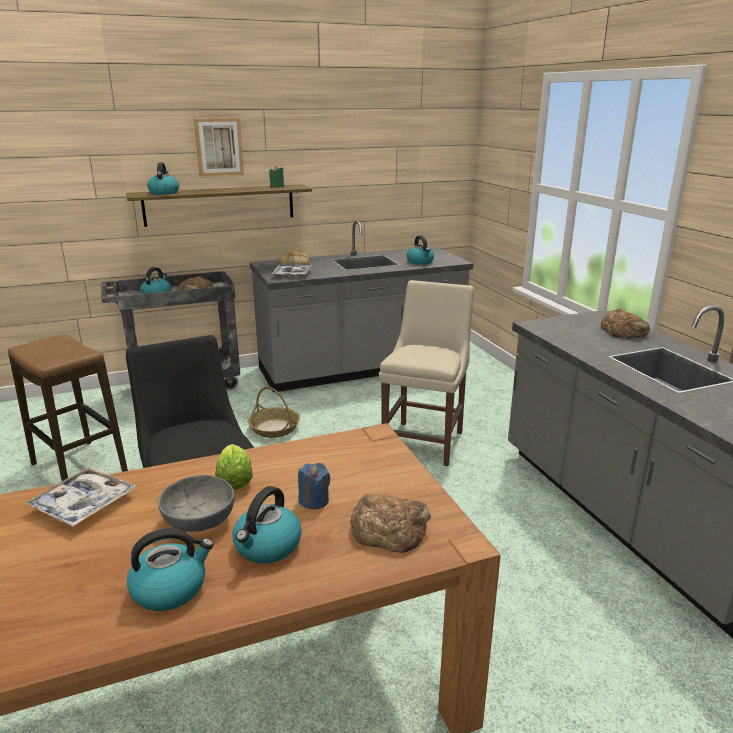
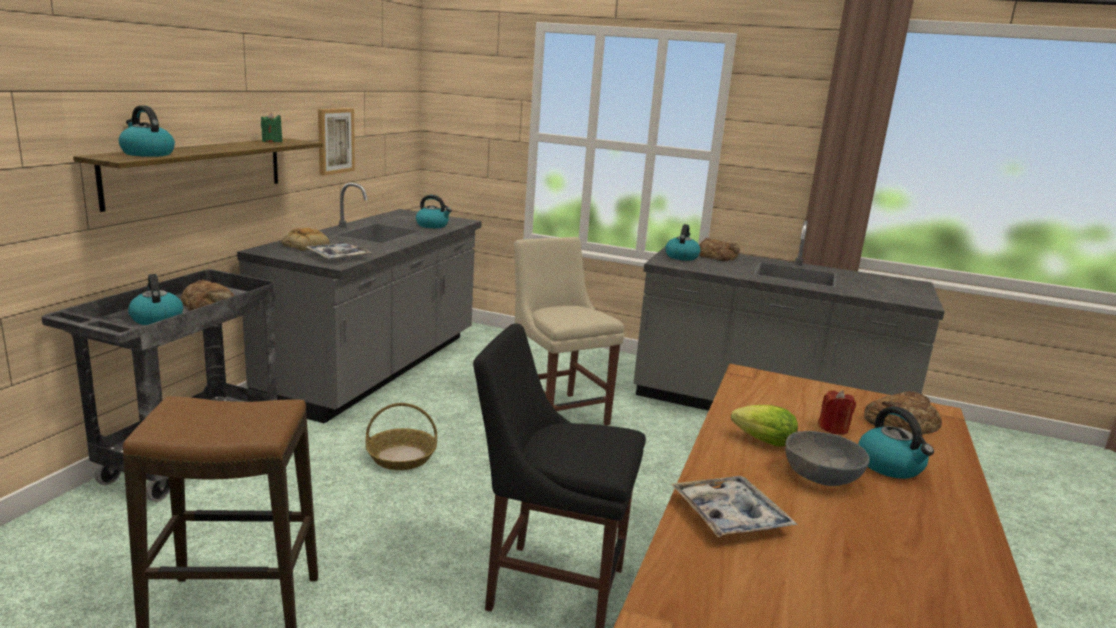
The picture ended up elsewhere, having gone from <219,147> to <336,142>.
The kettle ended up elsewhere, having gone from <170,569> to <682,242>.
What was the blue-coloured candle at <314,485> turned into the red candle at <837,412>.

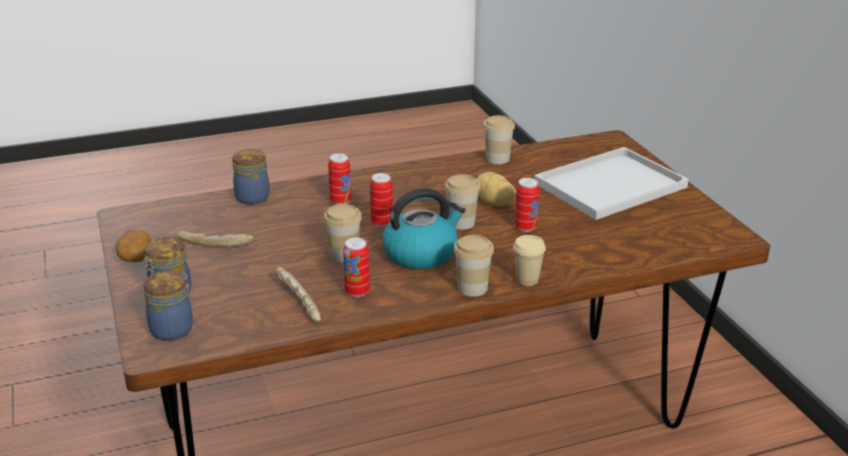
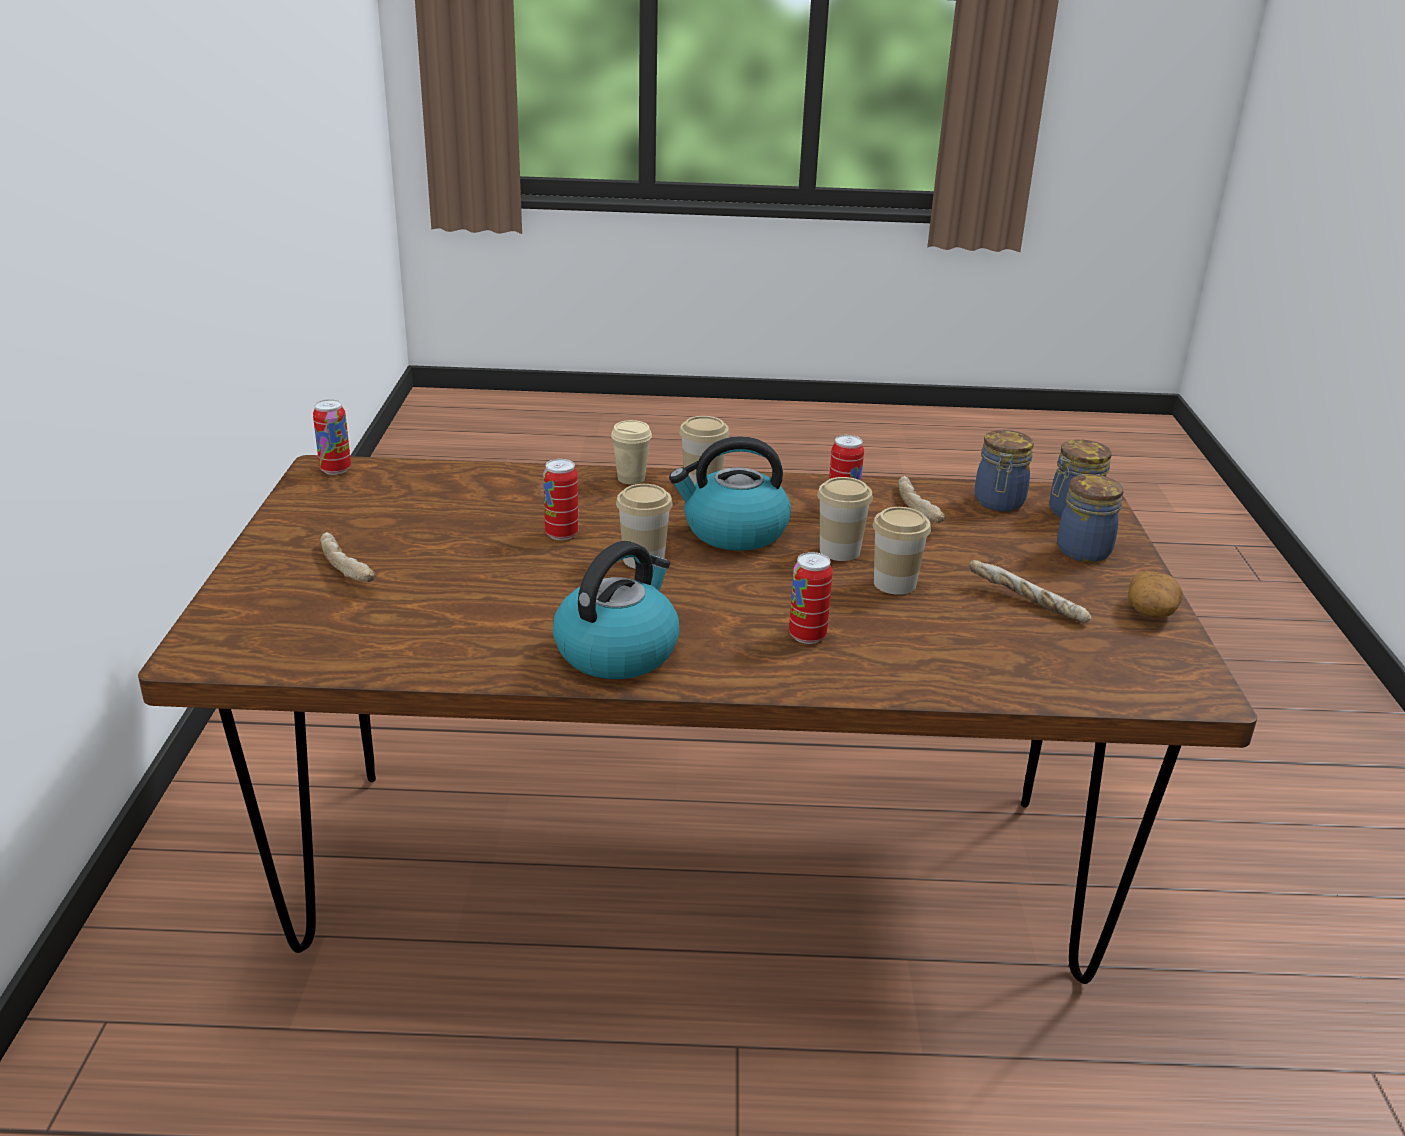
The metal can ended up elsewhere, having gone from <381,200> to <332,437>.
Where the whitish carrying tray stood at <611,183>, the baked bread came to stand at <348,557>.
The second view gained the kettle at <616,610>.
The cup ended up elsewhere, having gone from <499,139> to <902,551>.
The preserve jar ended up elsewhere, having gone from <251,177> to <1004,471>.
The second view lost the spud at <496,189>.

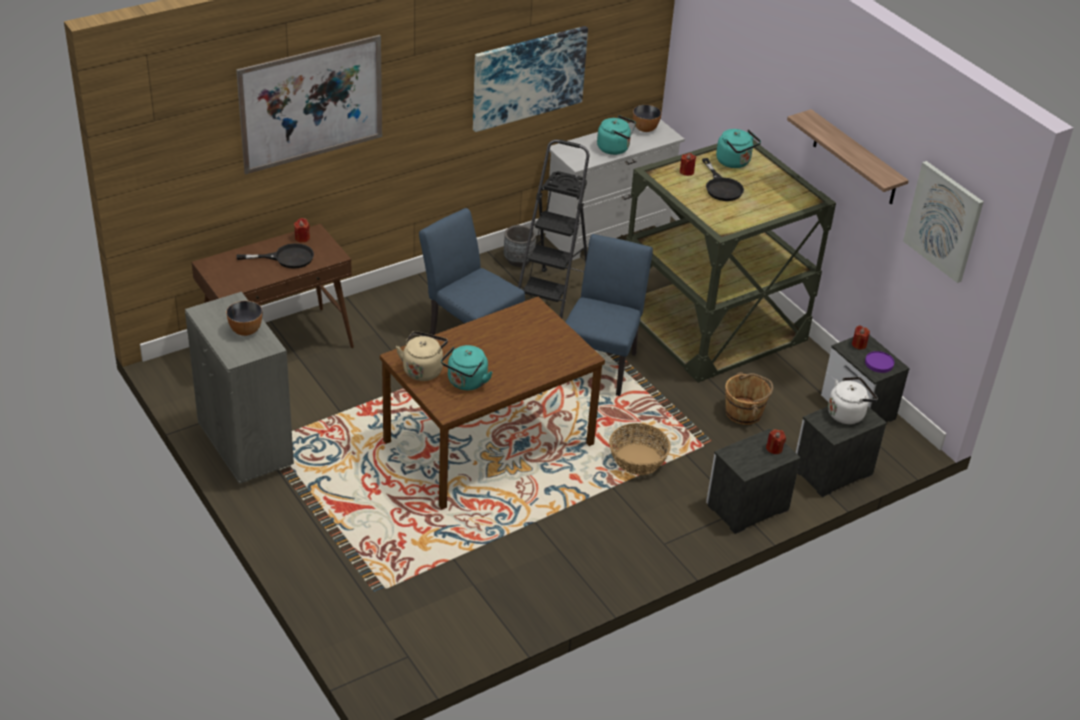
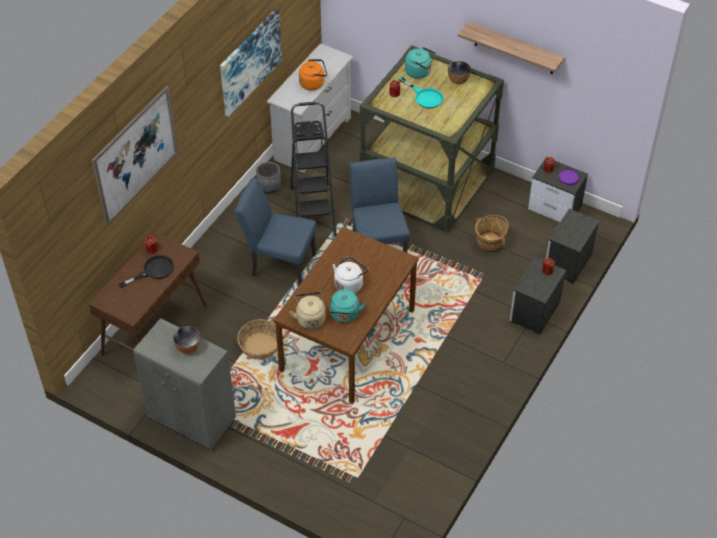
The basket ended up elsewhere, having gone from <640,449> to <257,339>.
What was the blue-green kettle at <616,135> turned into the orange kettle at <313,75>.
The whitish kettle ended up elsewhere, having gone from <853,400> to <350,274>.
What was the black frying pan at <723,179> turned into the blue-green frying pan at <421,93>.
The bowl ended up elsewhere, having gone from <647,118> to <459,72>.
The second view lost the picture at <943,222>.

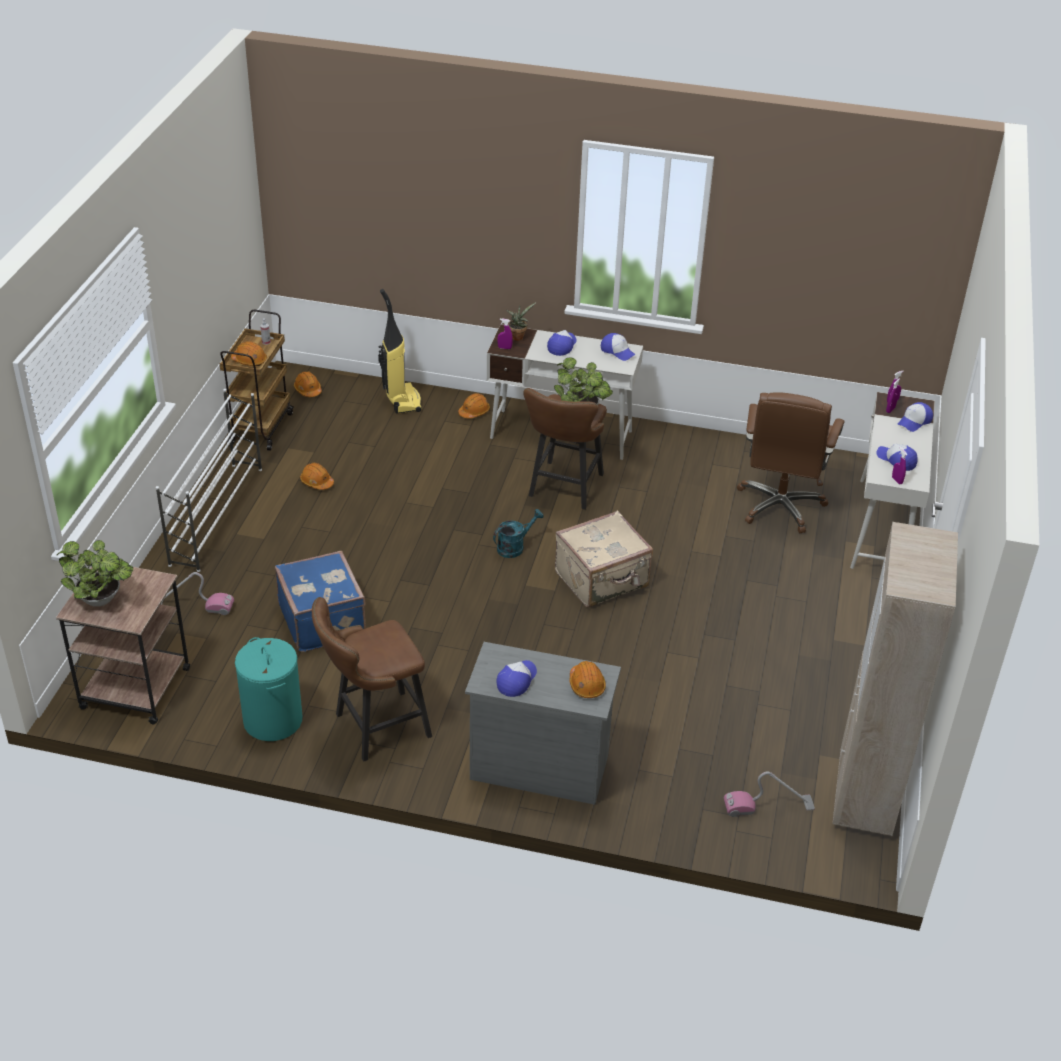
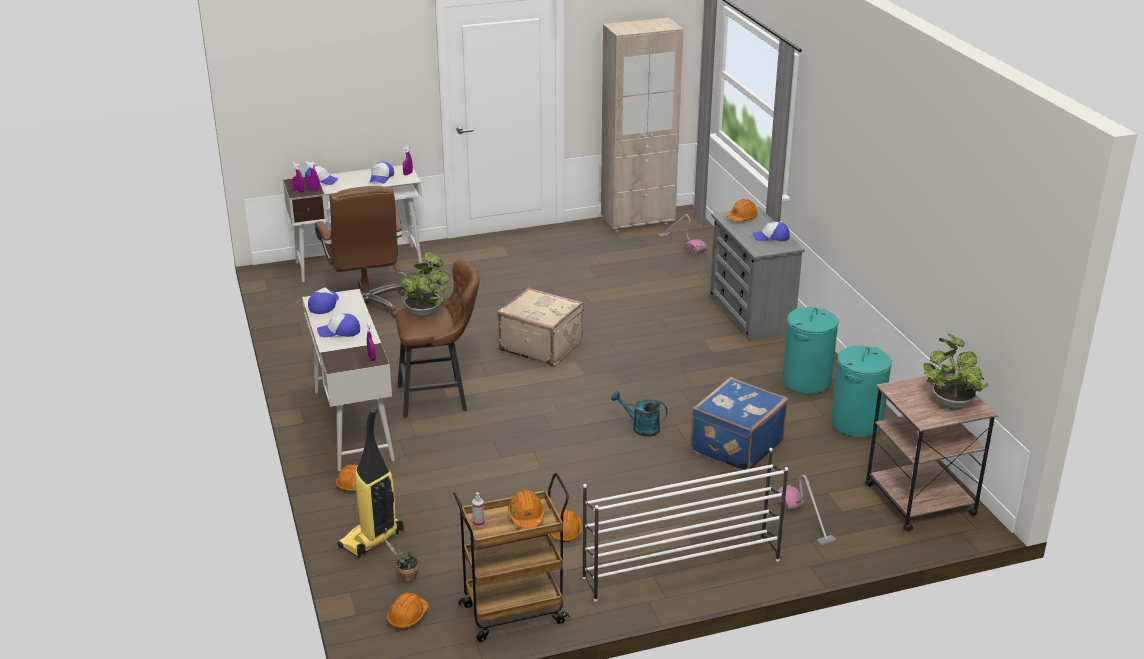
The brown computer chair at <790,462> ended up facing another way, 90 degrees clockwise from before.
The plant in a pot ended up elsewhere, having gone from <521,322> to <401,559>.
The blue-green watering pot ended up elsewhere, having gone from <518,533> to <639,414>.
Where the brown sitting stool stood at <372,679>, the blue-green hamper came to stand at <810,350>.

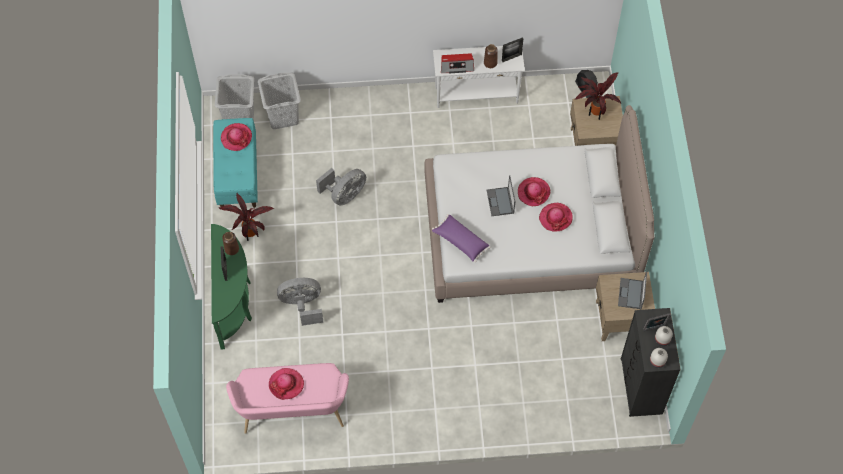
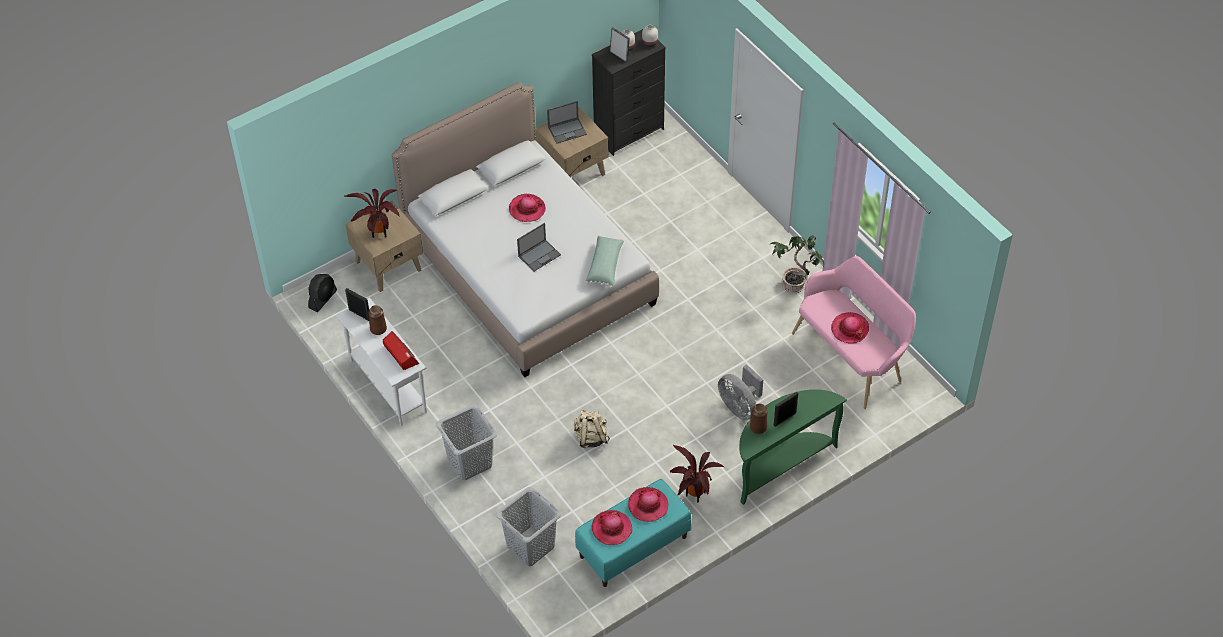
The greyish hamper ended up elsewhere, having gone from <234,97> to <466,442>.
Where the greyish cooling fan stood at <341,187>, the beige-coloured knapsack came to stand at <592,429>.
What was the purple-coloured pillow at <461,238> turned into the greenish pillow at <605,261>.
The hat ended up elsewhere, having gone from <534,191> to <648,504>.
The second view gained the plant in a pot at <796,264>.

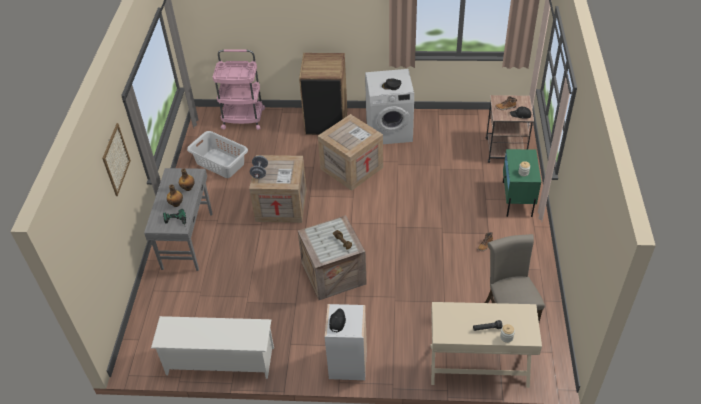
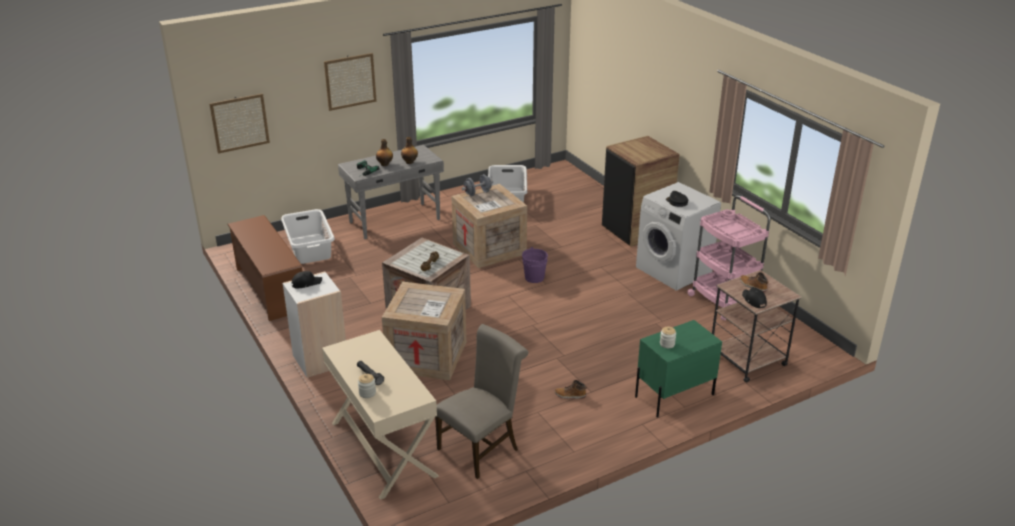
The second view gained the picture at <239,123>.
What was the whitish shoe shelf at <212,347> turned into the brown shoe shelf at <265,268>.
The second view gained the whitish hamper at <308,236>.
The packing crate ended up elsewhere, having gone from <350,152> to <424,331>.
The second view gained the purple-coloured water bucket at <535,265>.
The pink-coloured trolley ended up elsewhere, having gone from <239,89> to <728,258>.

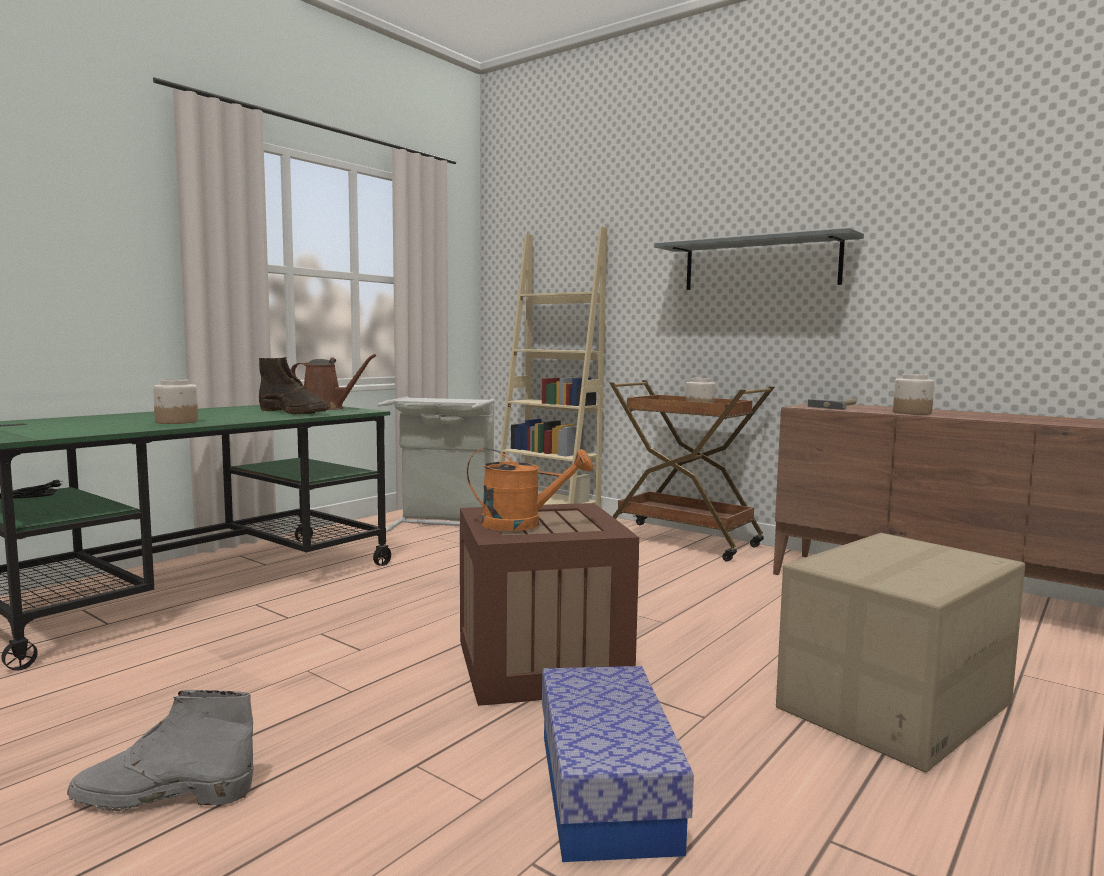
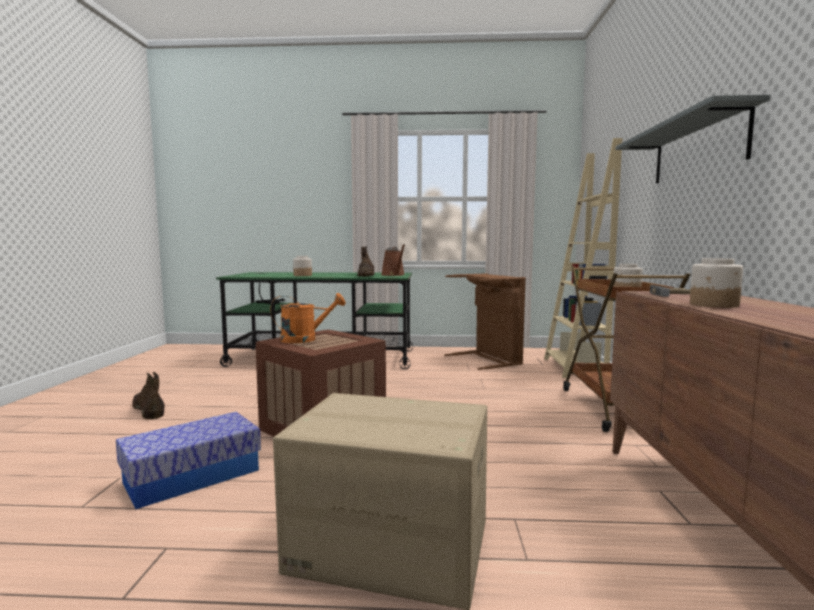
What was the greyish boot at <160,750> turned into the brown boot at <148,396>.
The orange watering pot at <530,489> ended up facing another way, 75 degrees counterclockwise from before.
What was the greyish hamper at <436,464> turned into the brown hamper at <485,321>.

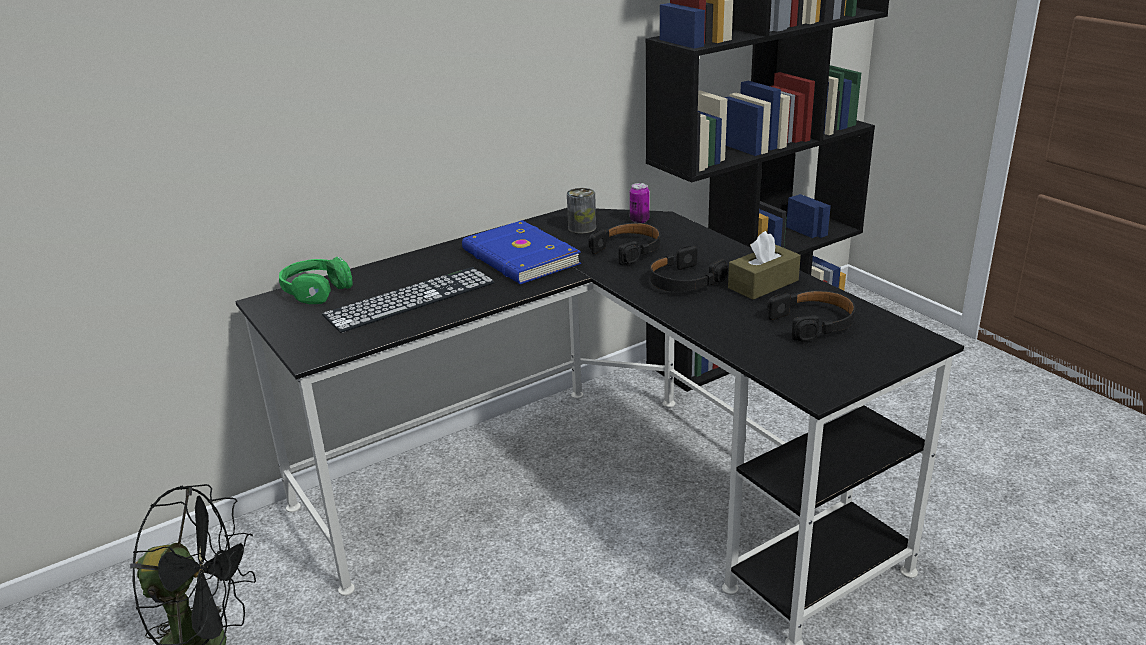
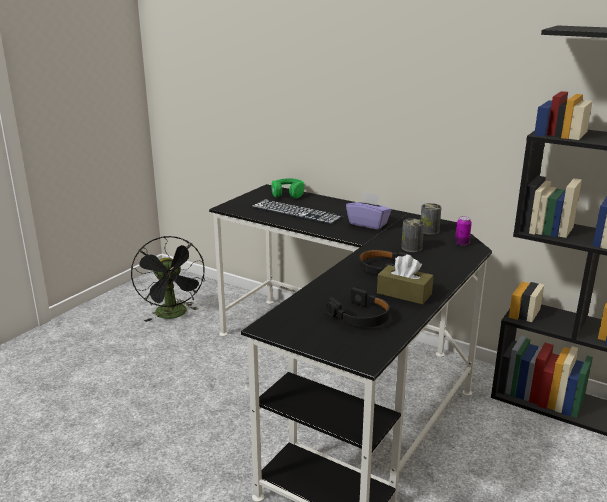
Where the blue-coloured bound book stood at <521,252>, the purple-coloured tissue holder came to stand at <369,211>.
Where the black headphones stood at <624,244>, the metal can came to stand at <412,235>.

